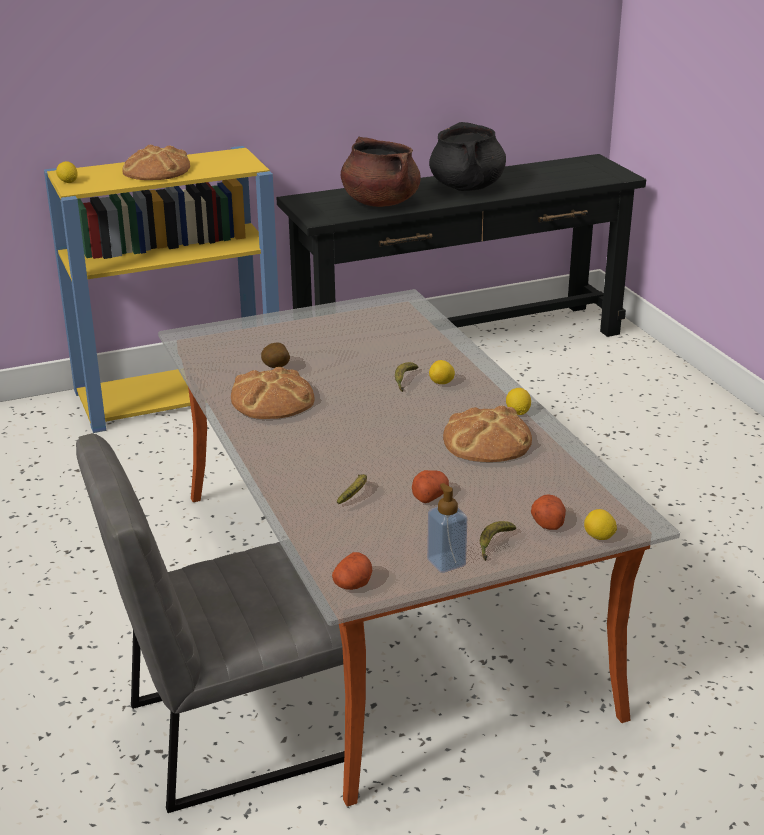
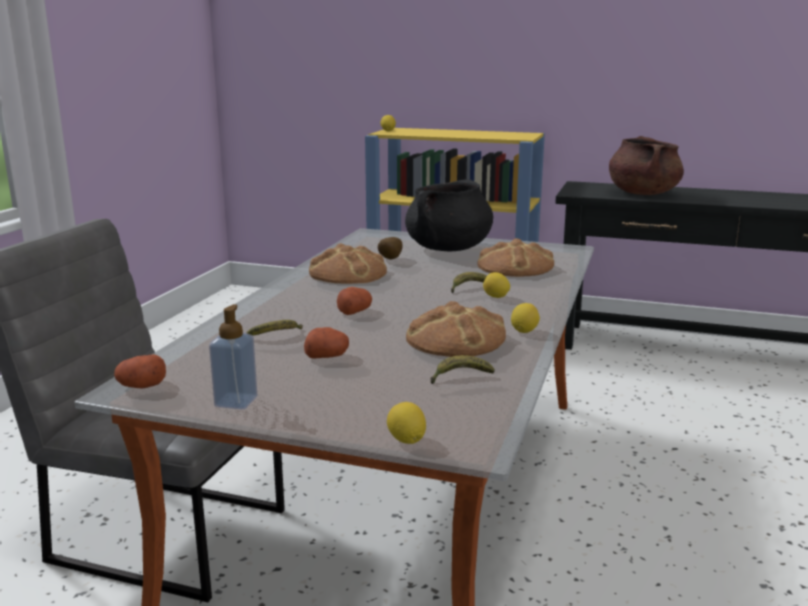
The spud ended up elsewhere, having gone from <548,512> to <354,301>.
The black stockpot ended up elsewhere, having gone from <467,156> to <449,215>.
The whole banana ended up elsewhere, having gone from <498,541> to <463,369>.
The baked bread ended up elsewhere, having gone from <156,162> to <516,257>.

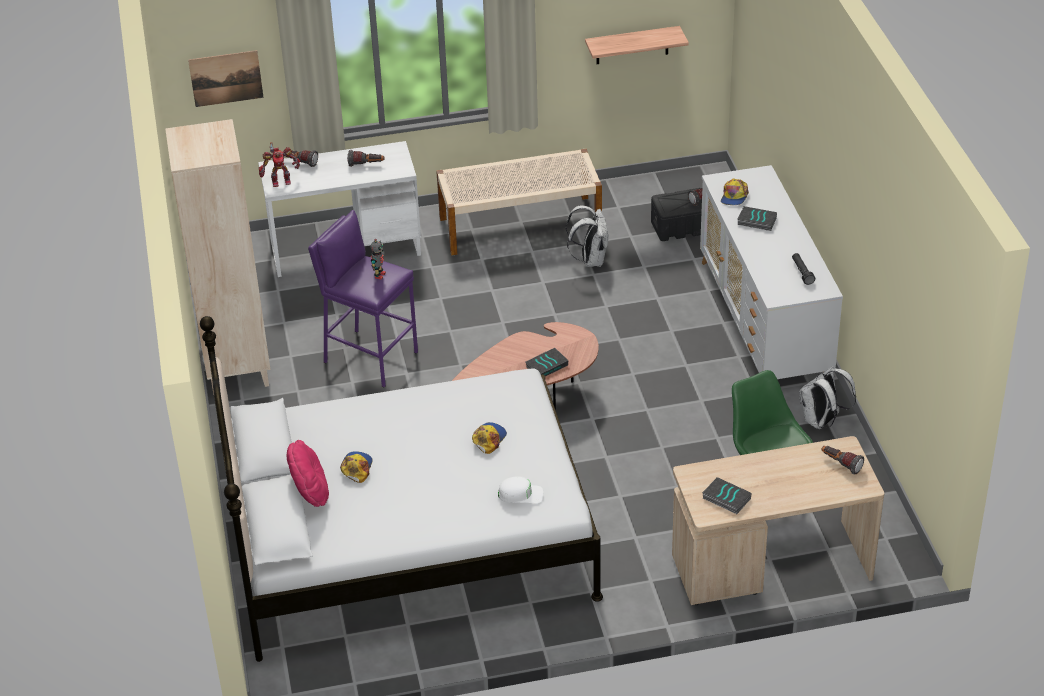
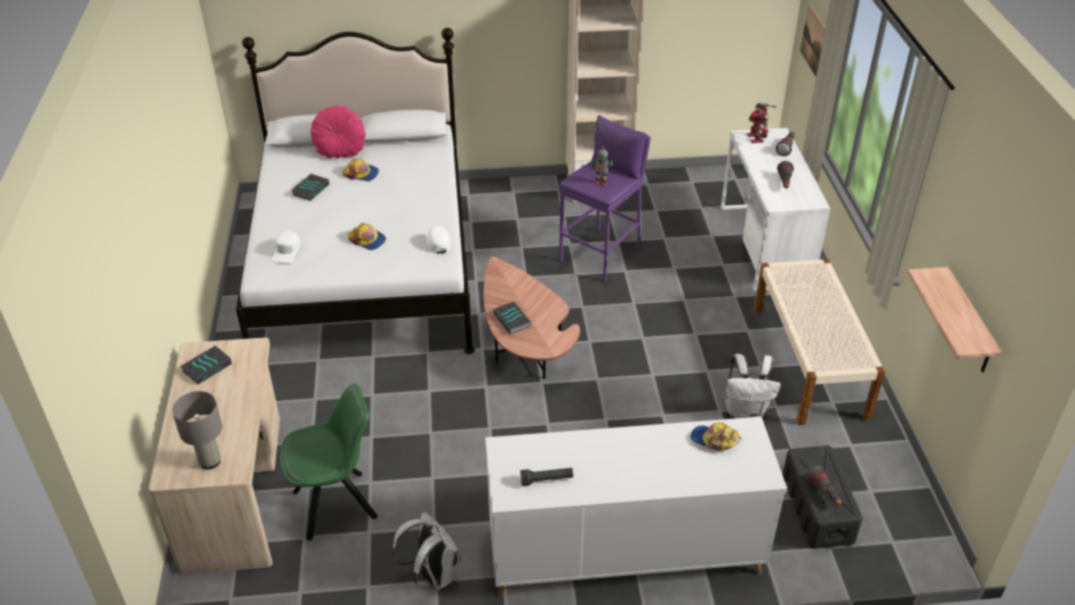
Where the torch stood at <842,460>, the greyish lamp for a table came to stand at <197,430>.
The bound book ended up elsewhere, having gone from <757,218> to <310,187>.
The second view gained the whitish peaked cap at <438,239>.

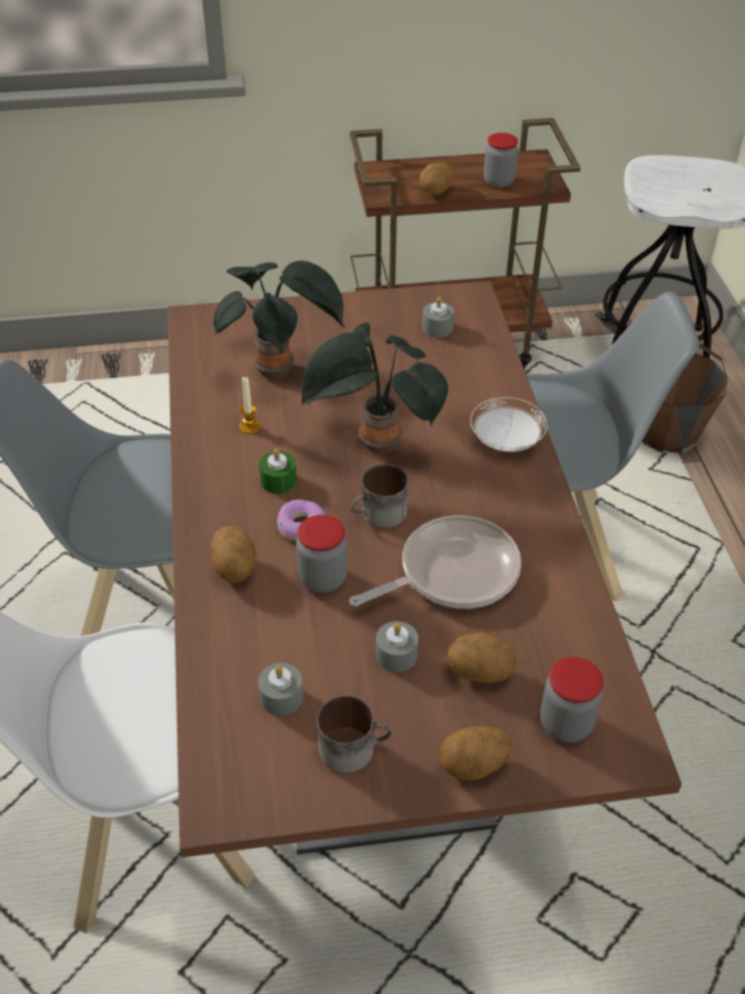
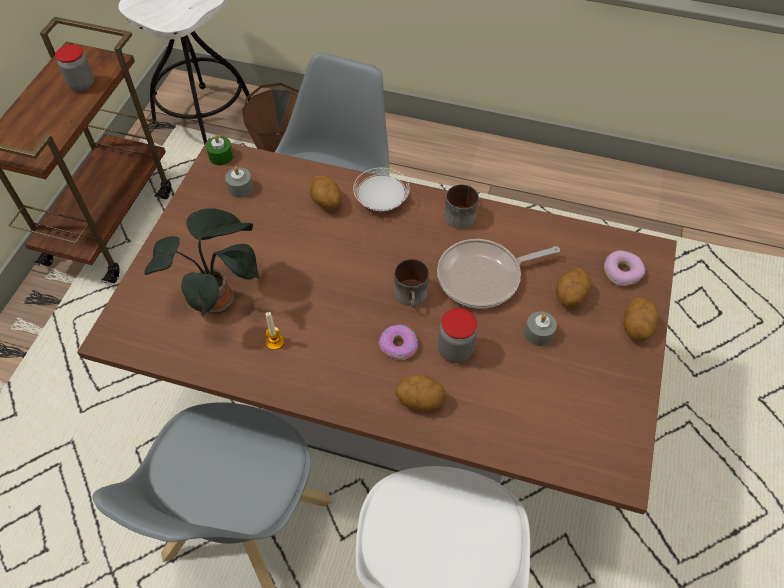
The greenish candle ended up elsewhere, having gone from <278,471> to <219,150>.
The spud ended up elsewhere, having gone from <436,178> to <325,192>.
The frying pan at <435,562> ended up facing another way, 105 degrees counterclockwise from before.
The mug ended up elsewhere, having gone from <355,734> to <462,206>.
Where the preserve jar stood at <571,700>, the doughnut came to stand at <624,268>.
The second view lost the greyish candle at <280,689>.
The second view lost the plant in a pot at <374,388>.

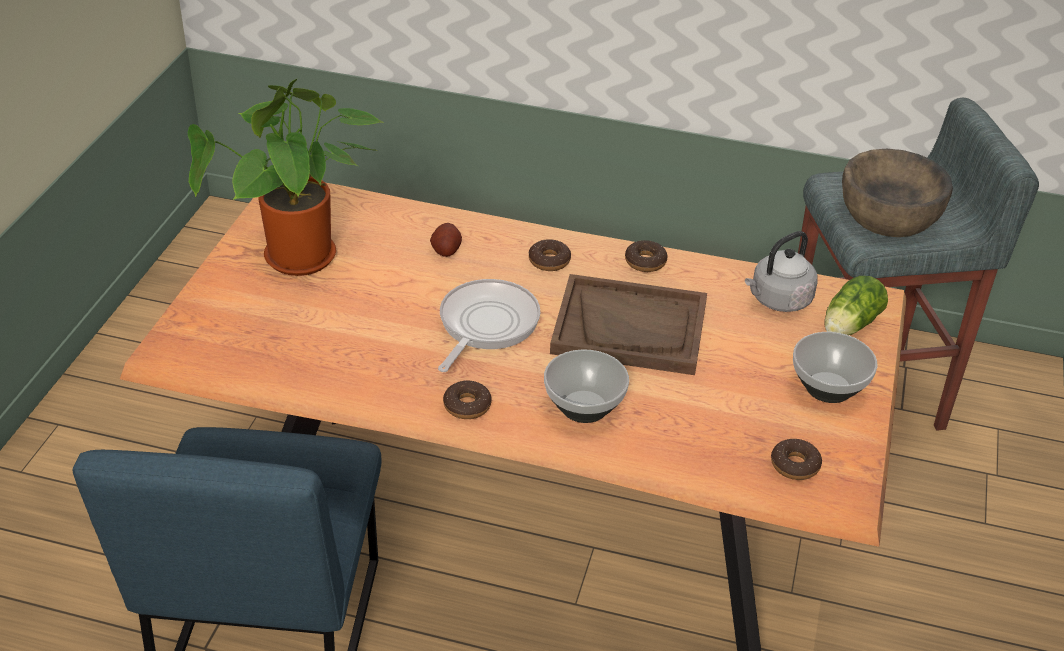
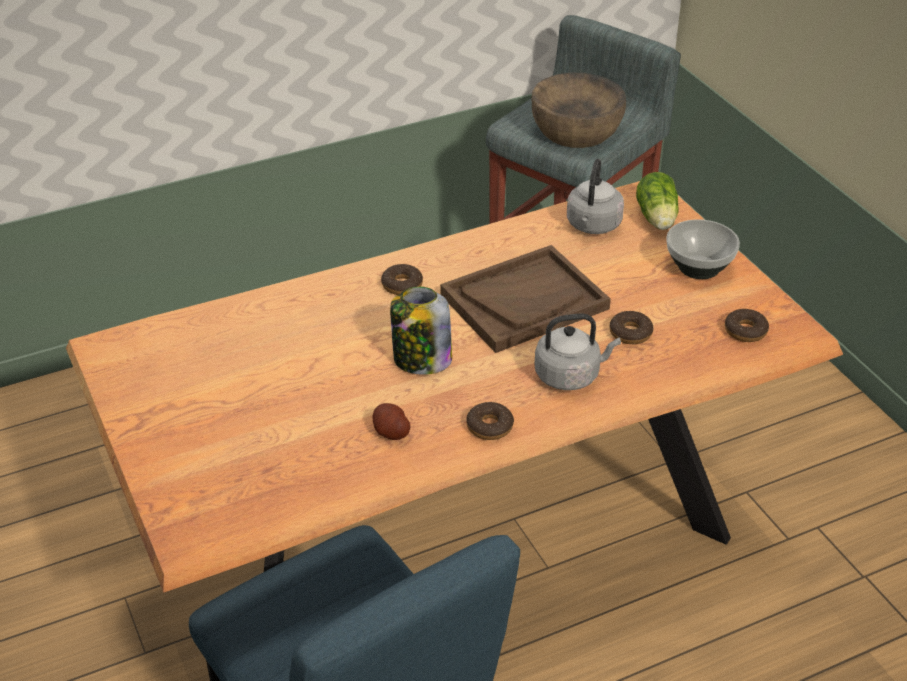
The spud ended up elsewhere, having gone from <446,240> to <391,421>.
Where the frying pan stood at <489,325>, the preserve jar came to stand at <421,331>.
Where the bowl stood at <586,386>, the greyish kettle came to stand at <577,352>.
The doughnut ended up elsewhere, having gone from <646,256> to <631,327>.
The second view lost the plant in a pot at <285,177>.

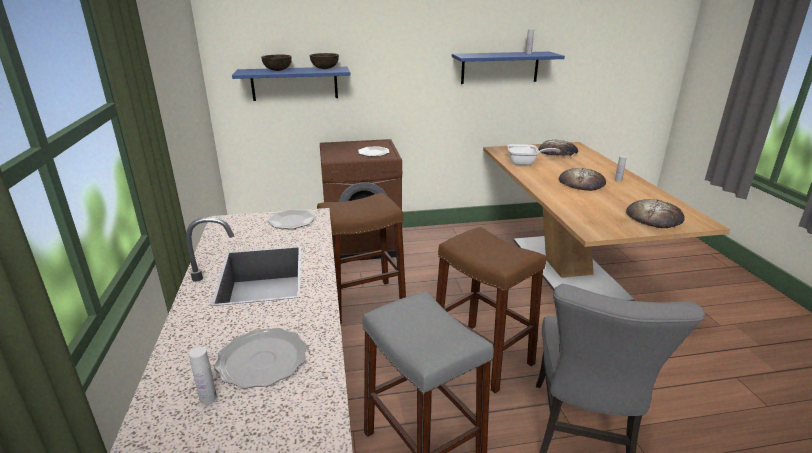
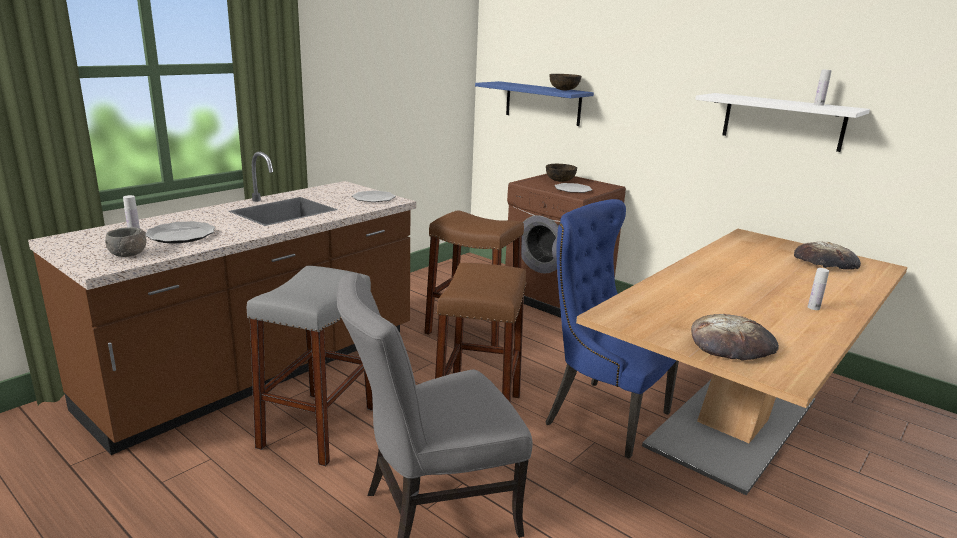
The second view gained the greyish bowl at <125,242>.
The brown bowl ended up elsewhere, having gone from <276,63> to <561,173>.
The second view gained the blue-coloured chair at <612,329>.
What was the blue-coloured wall shelf at <508,68> turned into the whitish wall shelf at <782,122>.
The second view lost the frying pan at <533,154>.
The second view lost the baked bread at <582,179>.

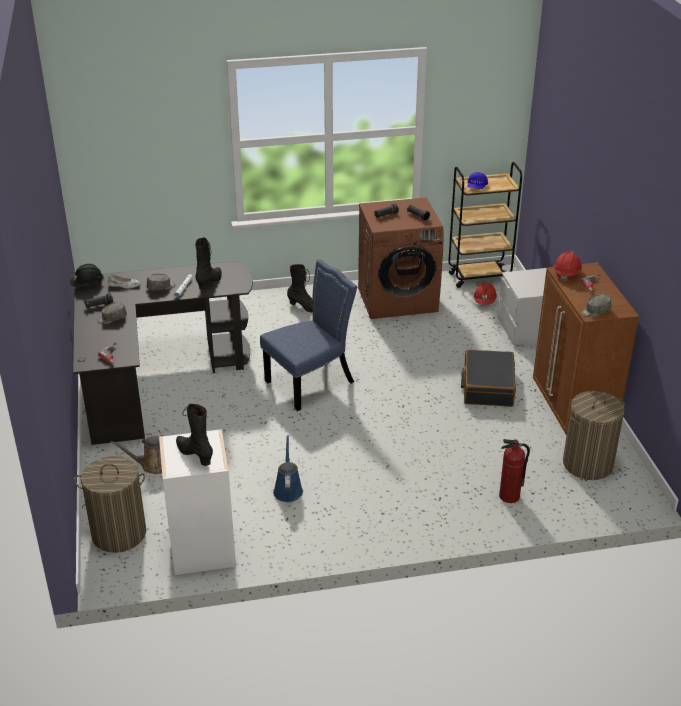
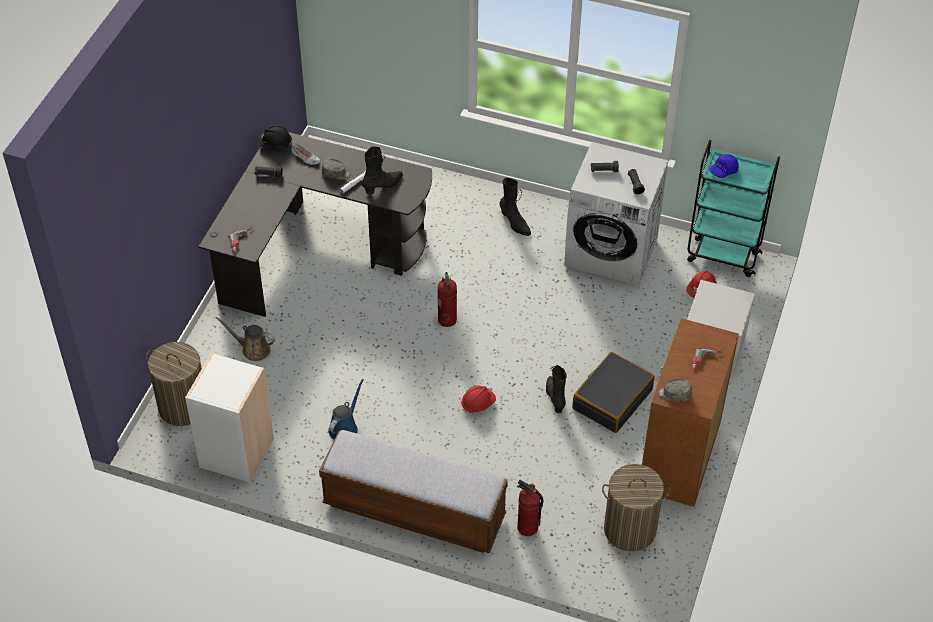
The second view gained the long seat at <413,491>.
Where the blue-coloured chair stood at <308,335>, the extinguisher came to stand at <447,299>.
The red work helmet ended up elsewhere, having gone from <568,266> to <478,399>.
The black boot ended up elsewhere, having gone from <194,435> to <556,389>.
What was the brown laundry machine at <400,258> turned into the whitish laundry machine at <616,214>.
What was the brown trolley at <485,225> turned into the blue-green trolley at <733,208>.
The second view lost the greyish peaked cap at <112,313>.

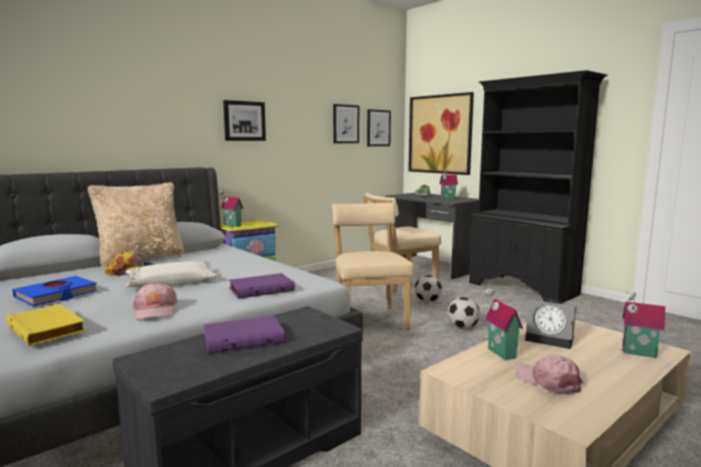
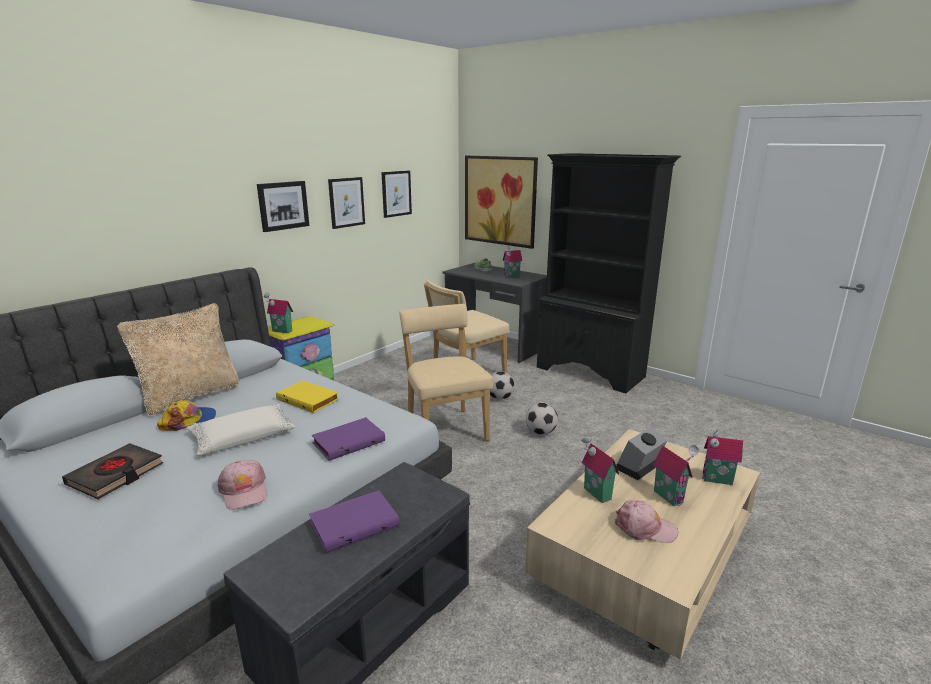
What was the blue-coloured bound book at <55,291> turned into the black bound book at <112,471>.
The yellow-coloured bound book ended up elsewhere, having gone from <46,325> to <307,397>.
The picture ended up elsewhere, having gone from <379,127> to <346,203>.
The pink-coloured peaked cap at <549,375> ended up facing another way, 150 degrees clockwise from before.
The table clock at <550,324> ended up facing another way, 120 degrees clockwise from before.
The second view gained the miniature house at <676,475>.

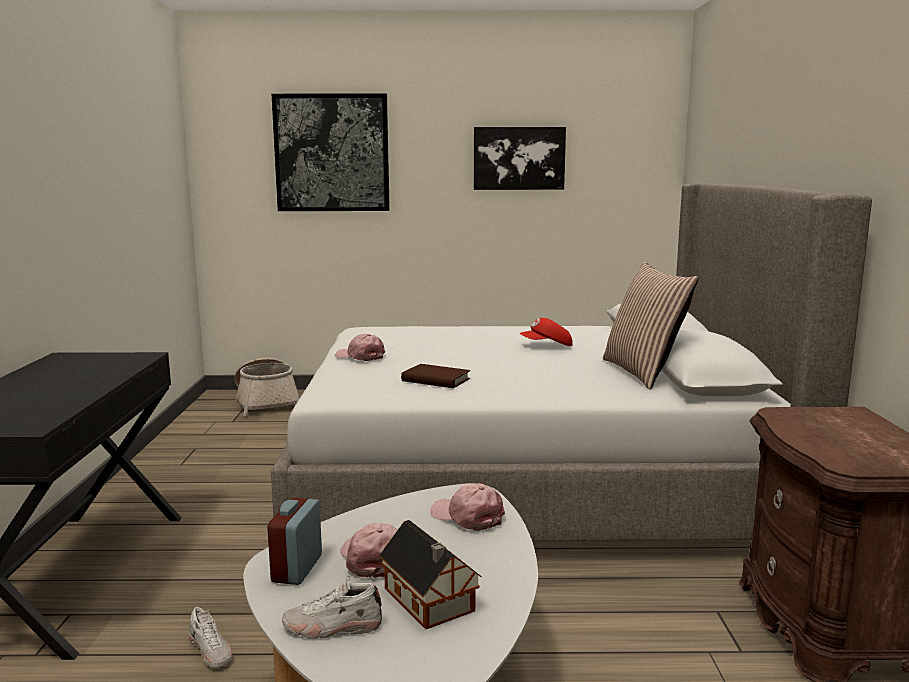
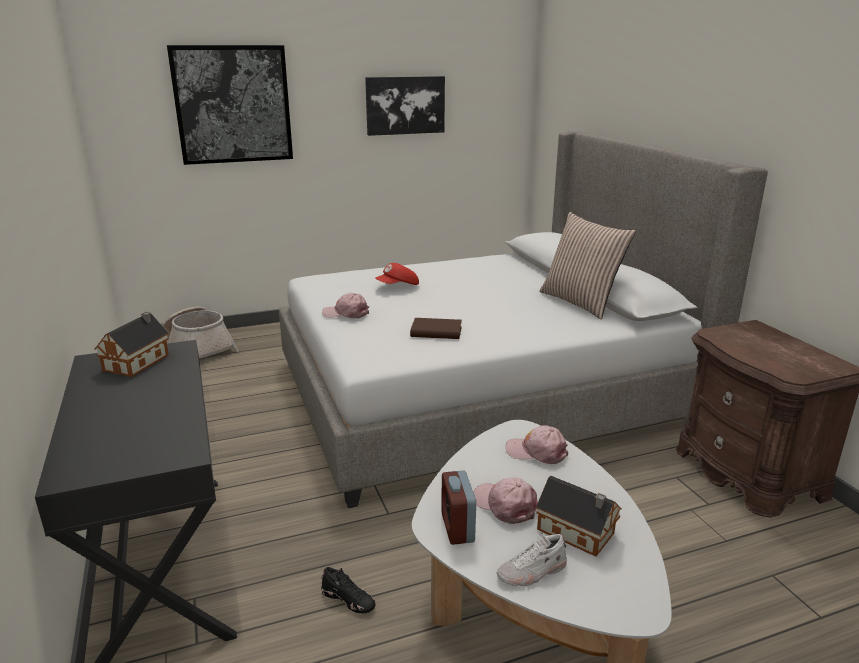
The second view gained the miniature house at <131,344>.
What was the whitish item of footwear at <210,637> turned into the black item of footwear at <348,590>.
The red peaked cap ended up elsewhere, having gone from <546,332> to <397,274>.

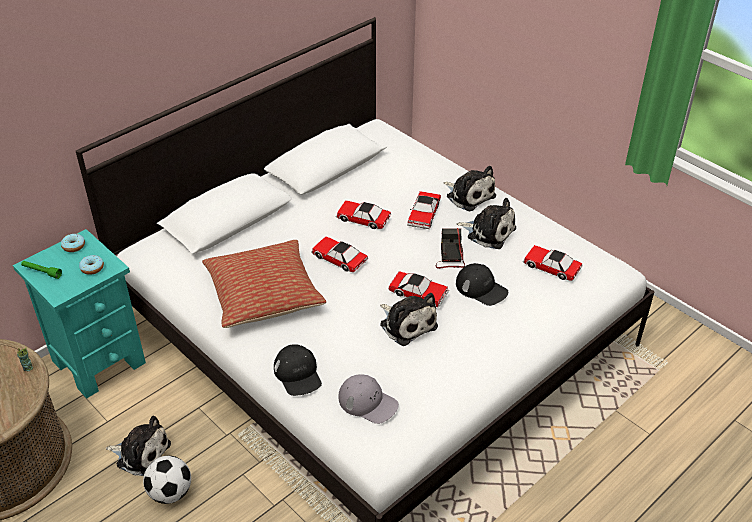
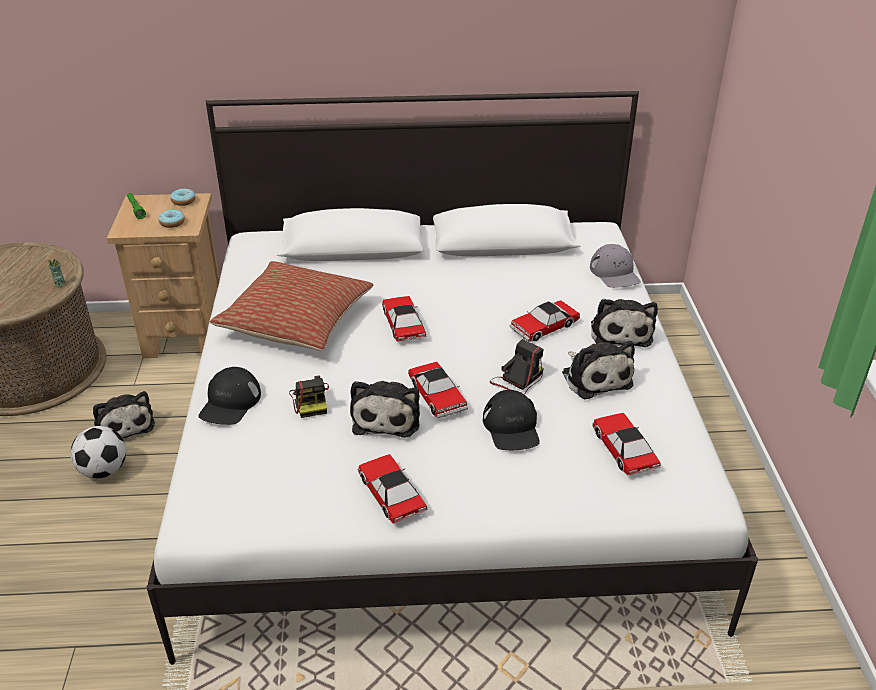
What was the blue-green night table at <79,313> turned into the beige-coloured night table at <163,275>.
The second view gained the photo camera at <309,397>.
The model car ended up elsewhere, having gone from <363,214> to <393,489>.
The greyish peaked cap ended up elsewhere, having gone from <369,399> to <615,266>.

